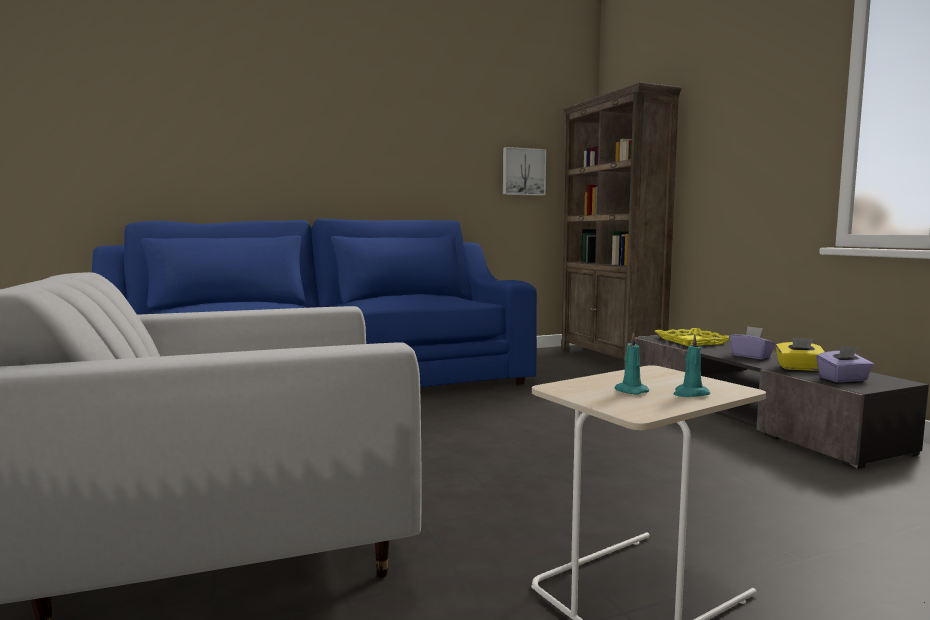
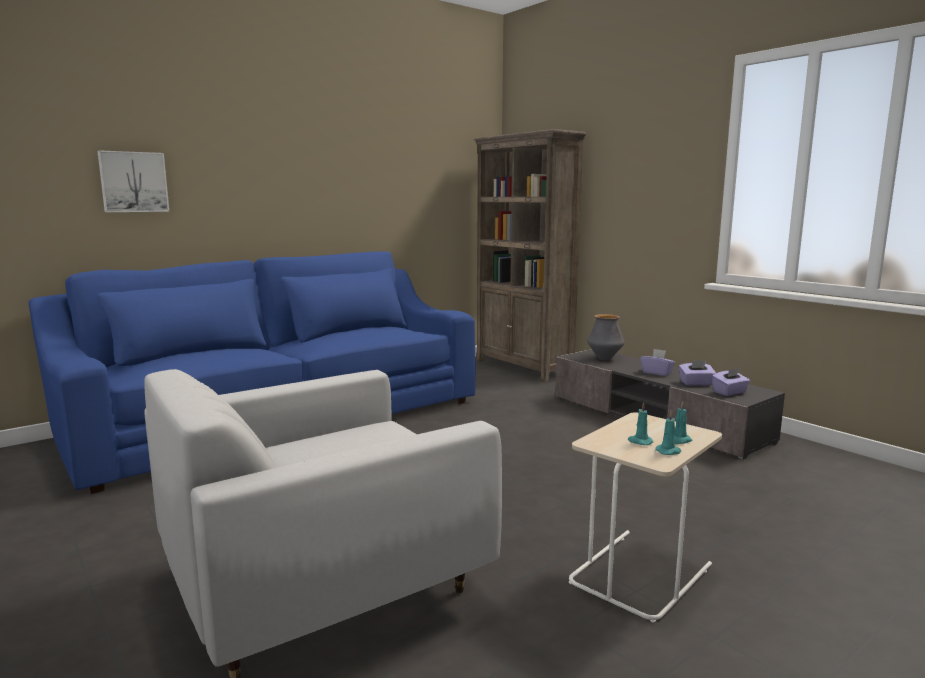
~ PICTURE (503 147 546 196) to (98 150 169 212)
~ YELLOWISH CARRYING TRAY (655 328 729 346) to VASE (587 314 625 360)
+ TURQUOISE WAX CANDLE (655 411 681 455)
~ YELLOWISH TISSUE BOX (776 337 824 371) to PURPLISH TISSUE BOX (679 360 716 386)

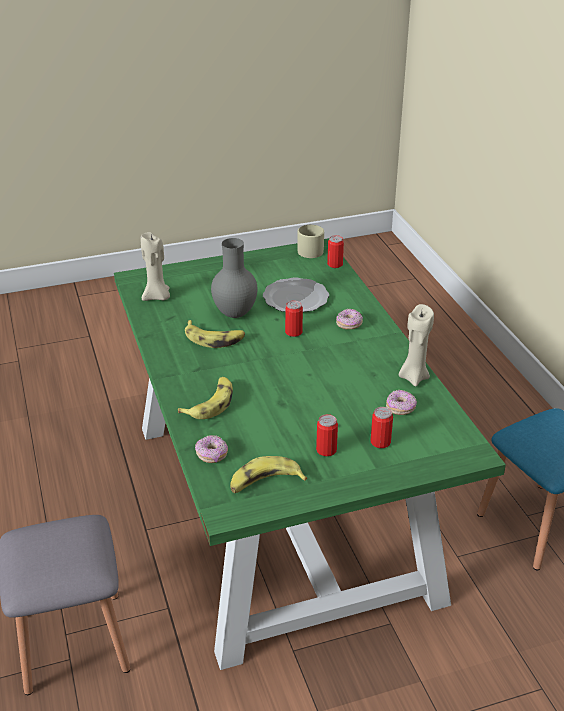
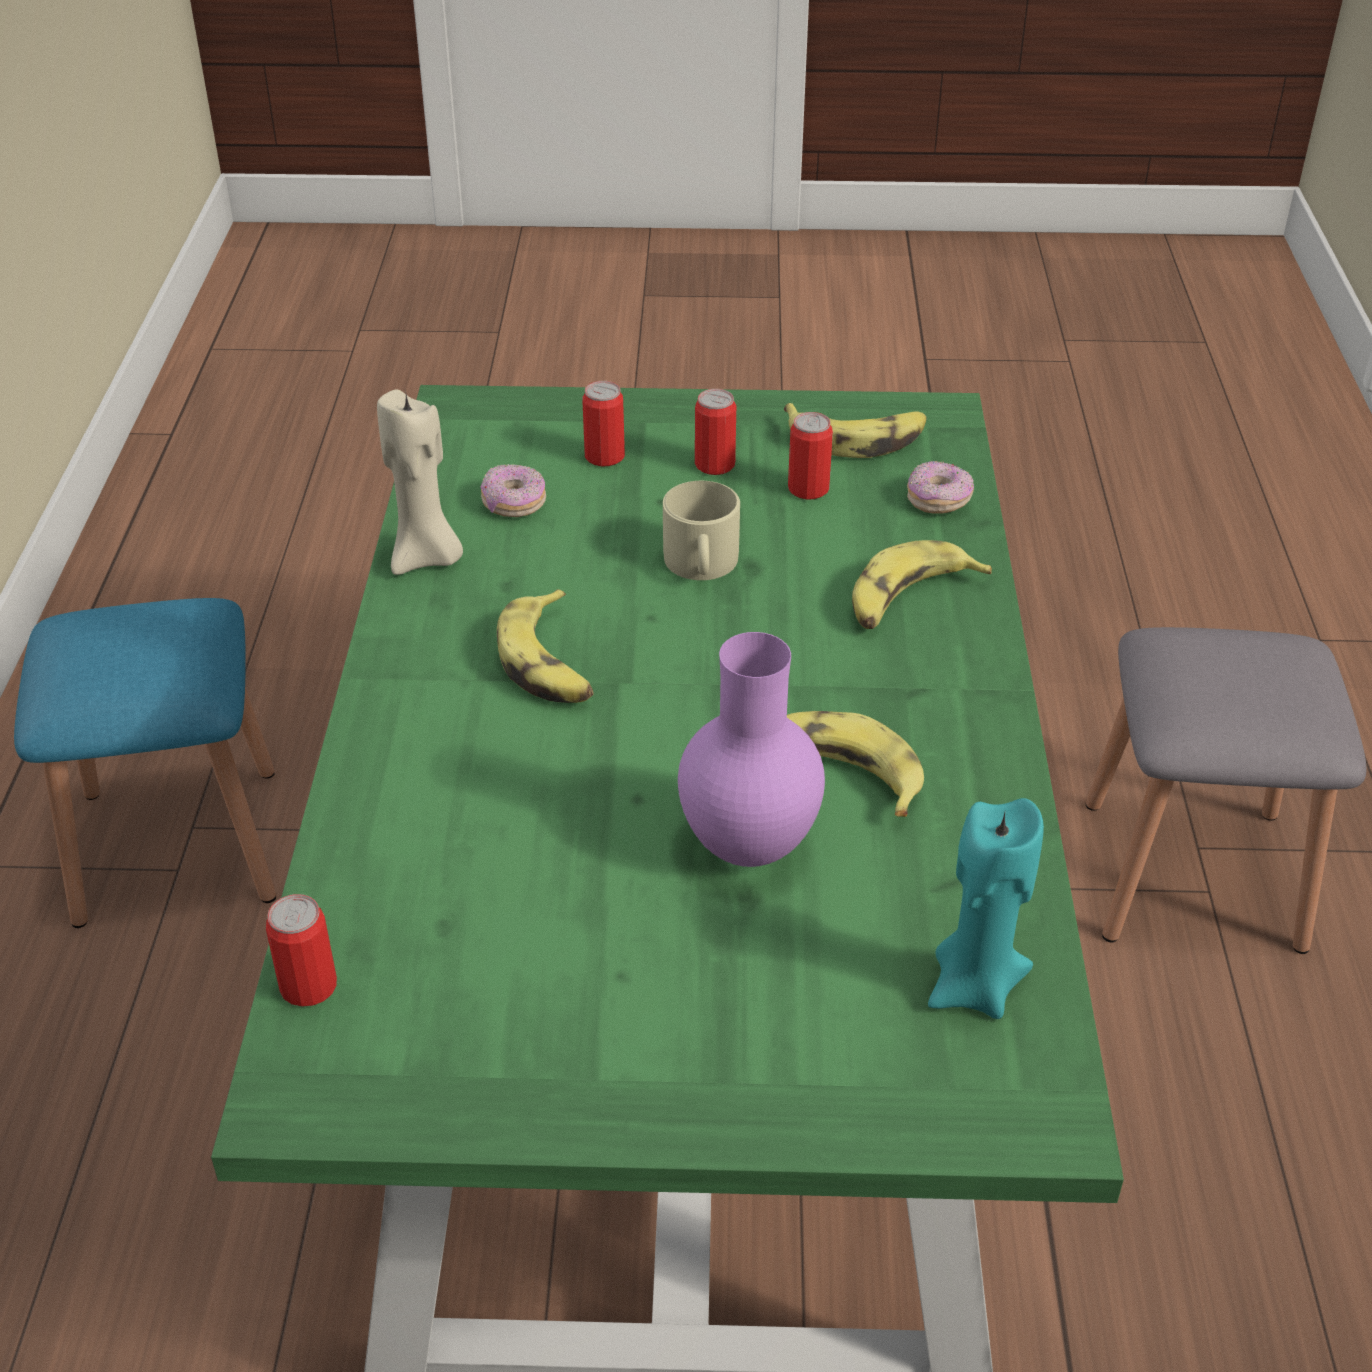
+ BANANA FRUIT (497 589 594 703)
~ SAND-COLOURED MUG (297 225 324 258) to (663 481 740 580)
~ GREYISH VASE (211 238 258 318) to PURPLISH VASE (678 632 825 867)
~ CAN (285 300 303 337) to (788 412 833 500)
~ SAND-COLOURED WAX CANDLE (141 232 170 301) to TURQUOISE WAX CANDLE (928 798 1044 1019)
- DINNER PLATE (263 278 329 312)
- DOUGHNUT (336 309 363 329)

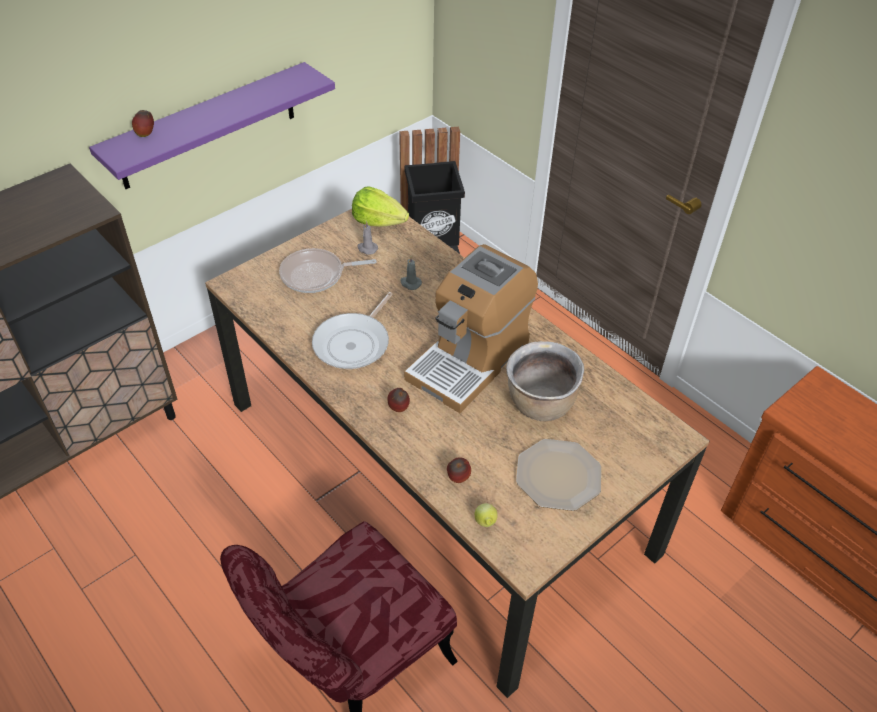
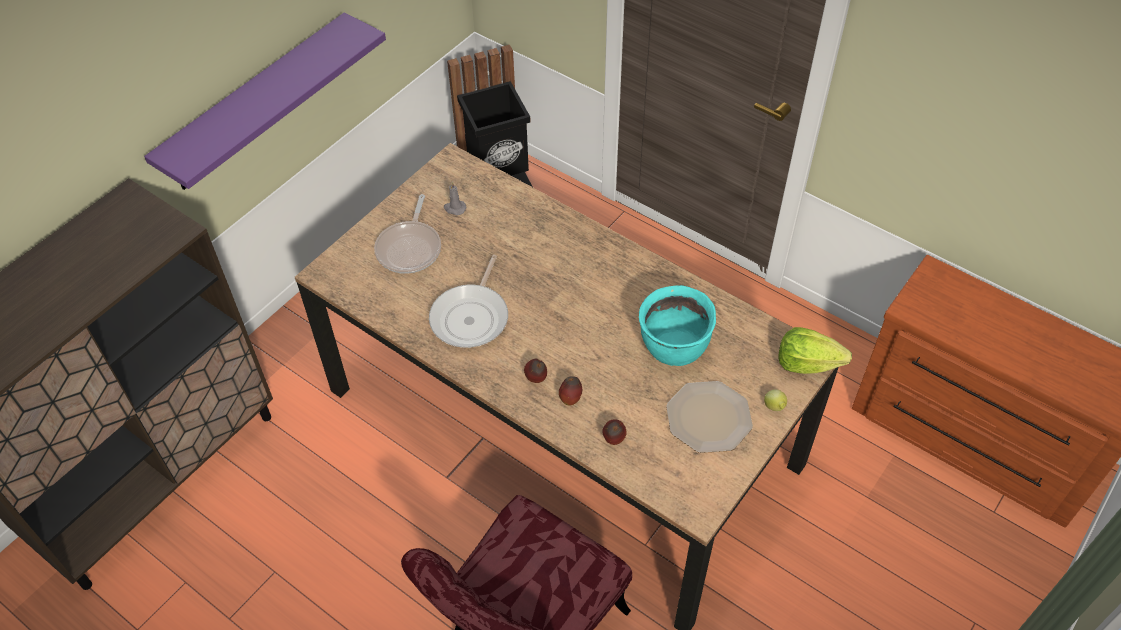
~ PAN (279 248 376 293) = (374 194 441 274) 60 degrees counterclockwise
~ APPLE FRUIT (132 110 154 137) to (559 376 582 405)
~ BROWNISH STOCKPOT (506 341 584 421) to TURQUOISE STOCKPOT (639 285 716 366)
~ WHOLE LEMON (475 503 498 527) to (764 389 787 411)
~ HEAD OF LETTUCE (352 187 409 227) to (778 327 852 374)
- GREYISH WAX CANDLE (400 256 422 290)
- COFFEE BREWER (404 244 538 413)

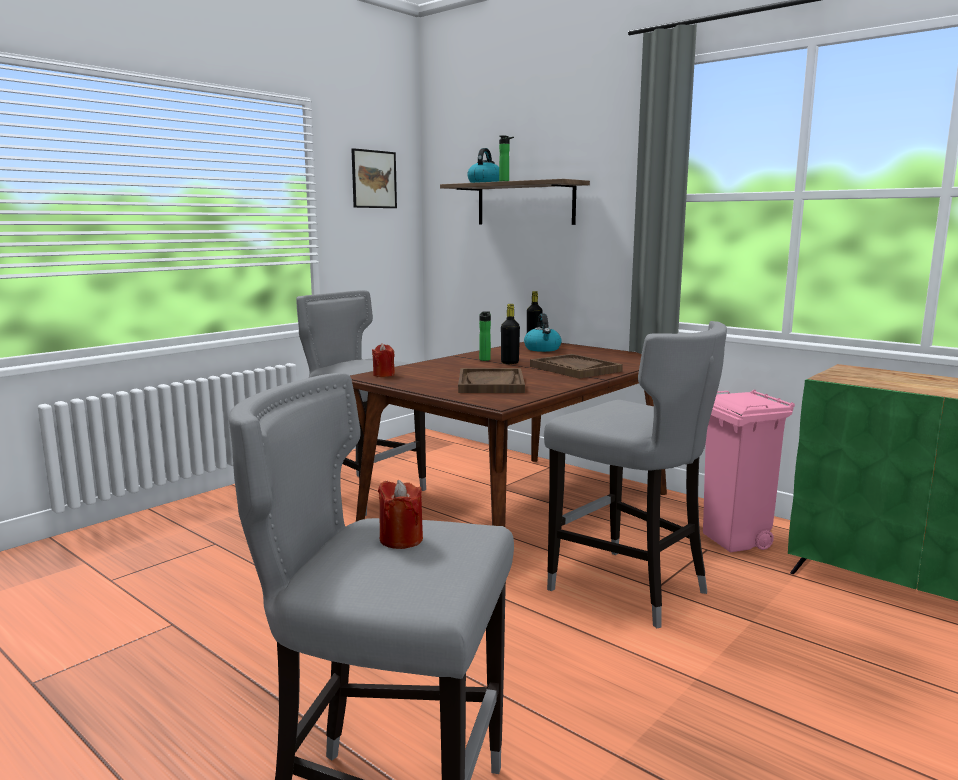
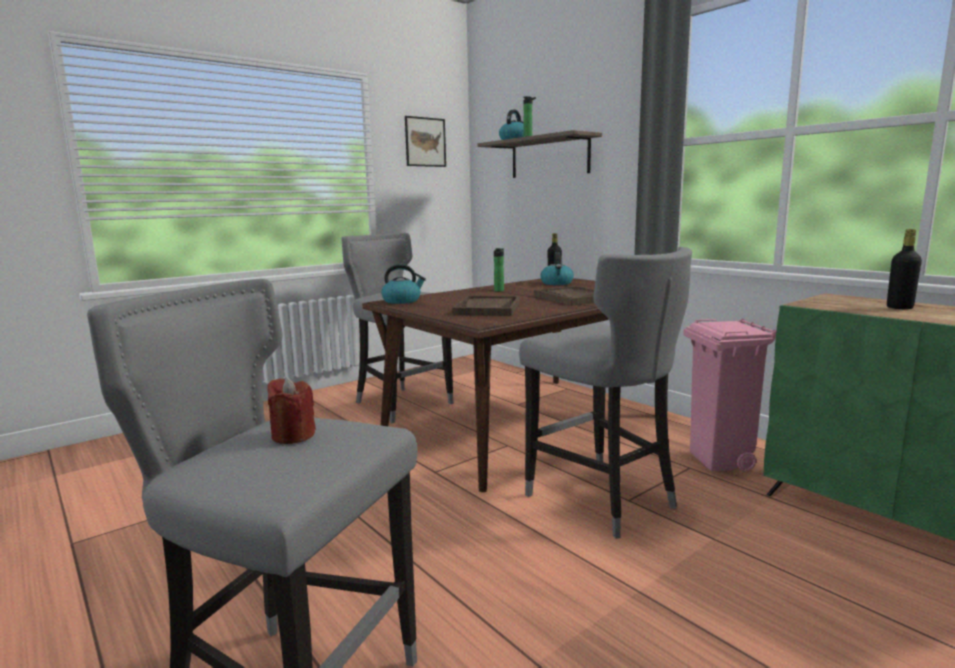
~ RED WAX CANDLE (372 344 395 377) to WATER KETTLE (381 264 426 304)
~ BLACK-COLOURED BOTTLE (501 304 520 364) to (887 229 922 309)

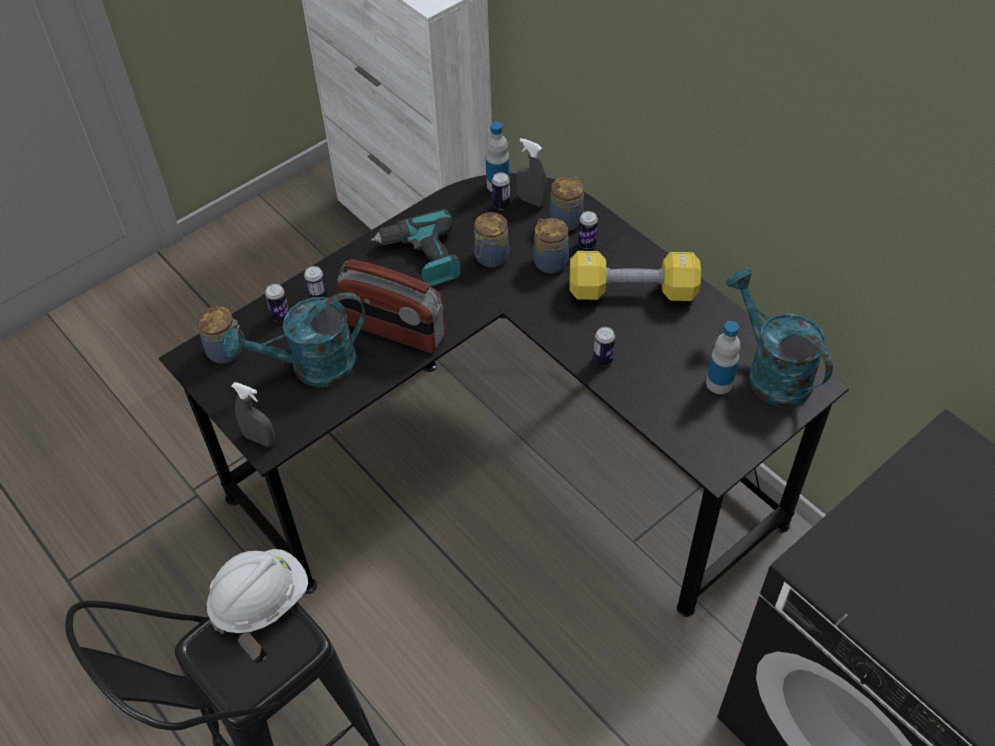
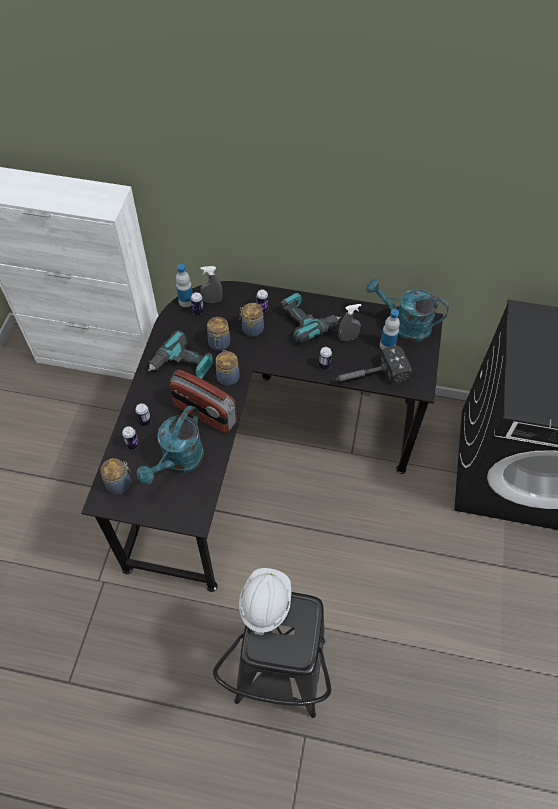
~ RADIO SET (338 259 445 353) = (170 370 237 434) 45 degrees clockwise
~ PRESERVE JAR (549 177 584 231) to (216 350 239 386)
~ YELLOWISH FREE WEIGHT (570 251 701 301) to ELECTRIC DRILL (280 293 341 344)
+ HAND HAMMER (333 346 412 384)
~ GREYISH HAND SPRAYER (232 382 275 447) to (338 304 361 341)

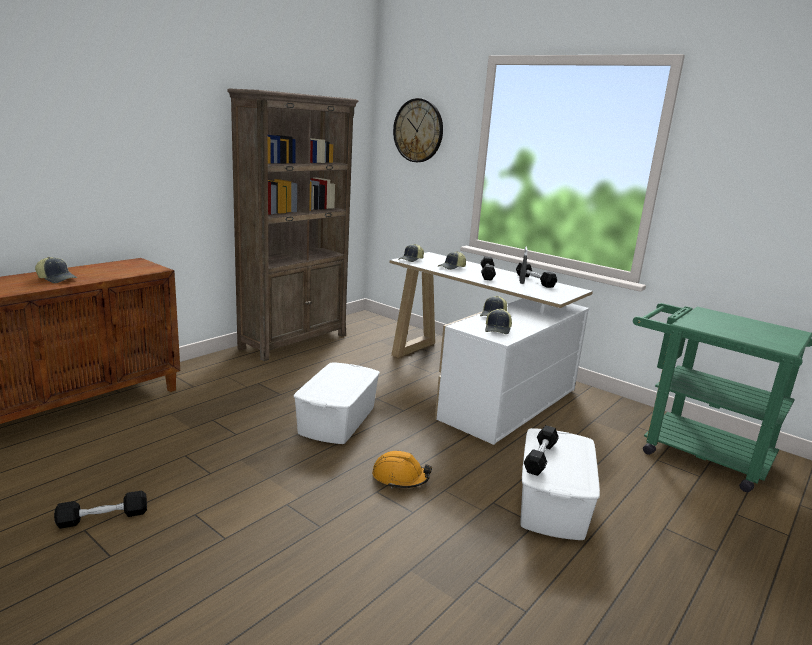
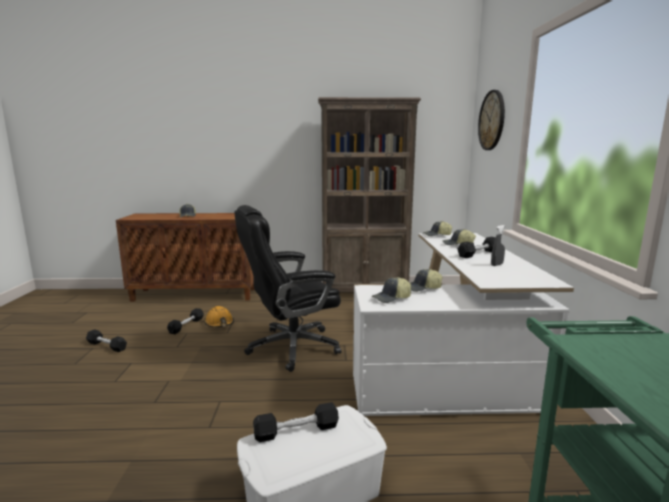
~ BLACK-COLOURED FREE WEIGHT (516 262 557 288) to (167 308 204 334)
~ ORANGEY HARD HAT (372 451 432 489) to (205 306 234 328)
~ WHITE STORAGE BIN (293 362 380 444) to BLACK-COLOURED OFFICE CHAIR (234 205 341 372)

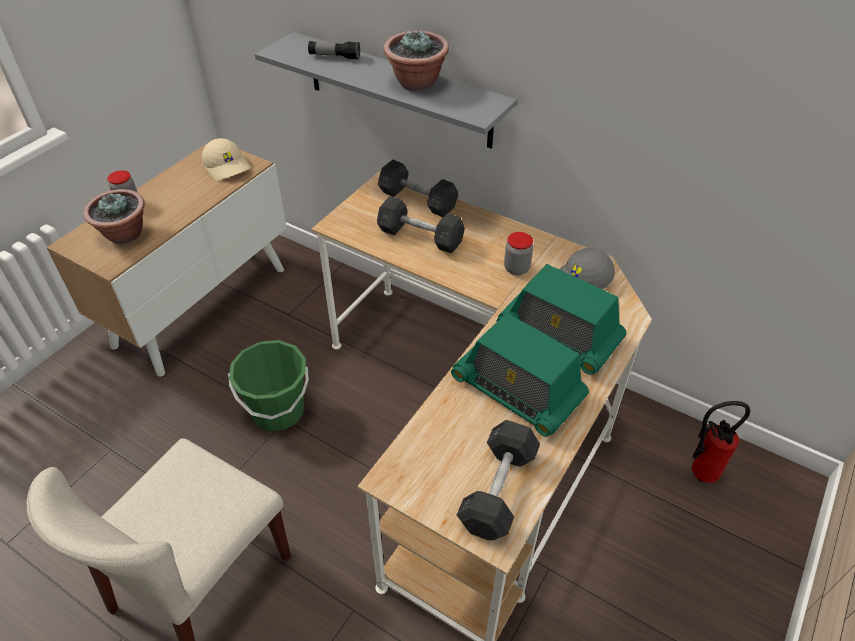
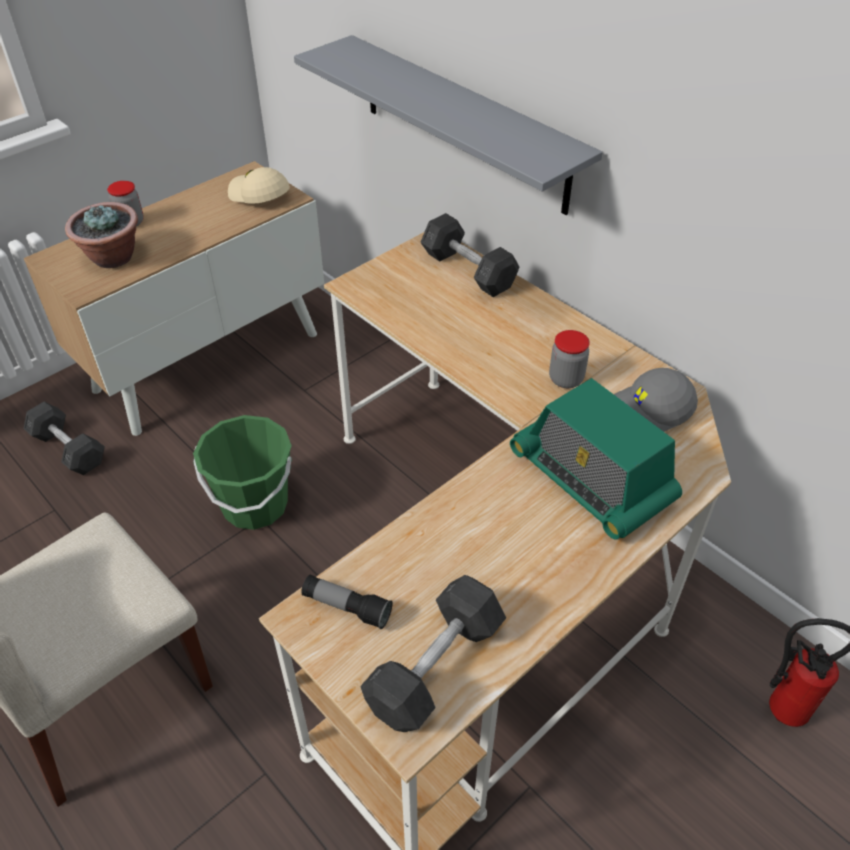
~ GREYISH FREE WEIGHT (377 196 465 253) to (24 401 105 475)
~ SAND-COLOURED PEAKED CAP (202 138 251 181) = (228 167 290 204) 150 degrees clockwise
~ TORCH (308 41 360 60) to (301 575 393 629)
- POTTED PLANT (384 30 449 91)
- RADIO SET (451 313 589 437)

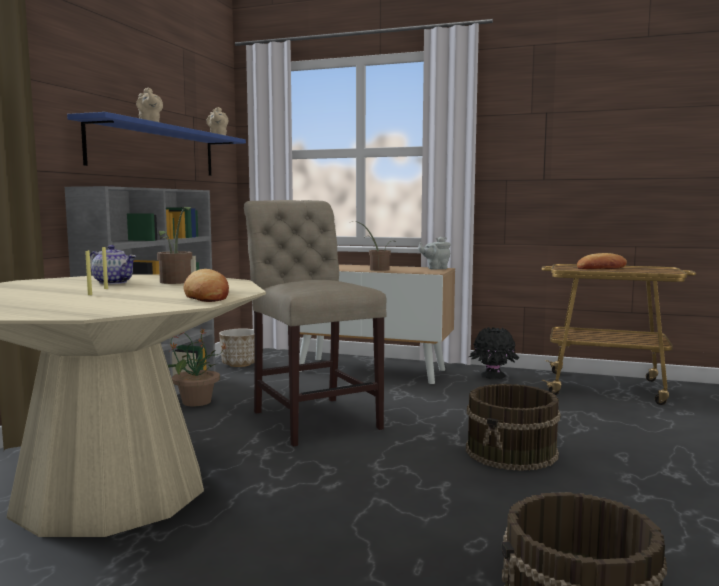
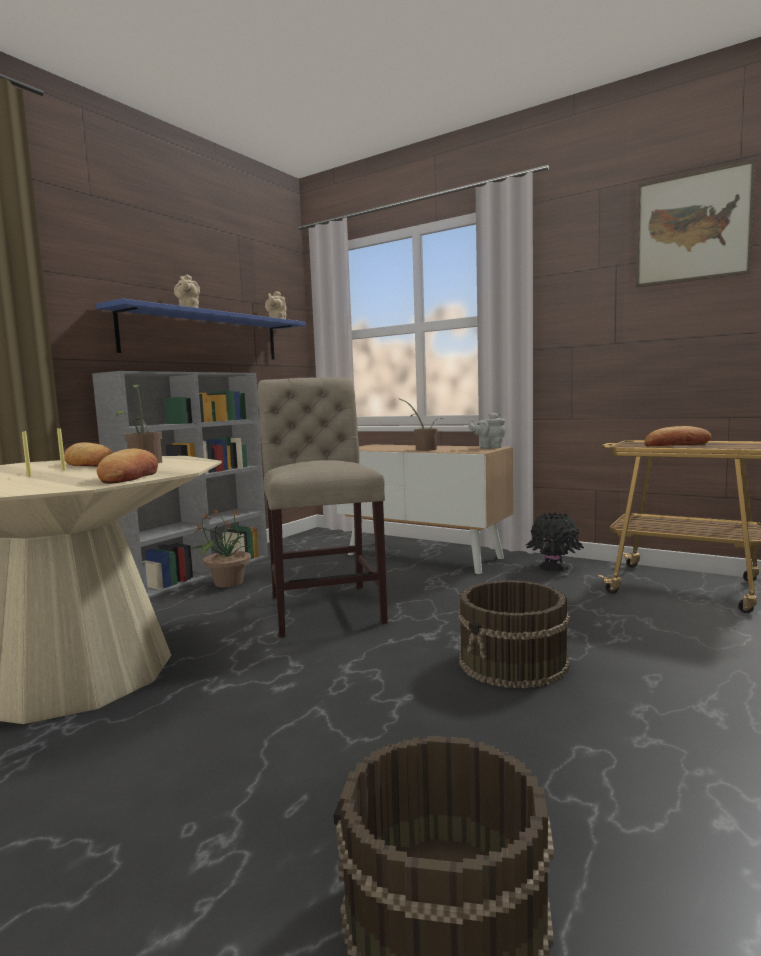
~ POT FOR TEA (90 245 136 284) to BAKERY BREAD (64 442 114 467)
+ PICTURE (636 160 755 287)
- PLANT POT (219 329 255 367)

